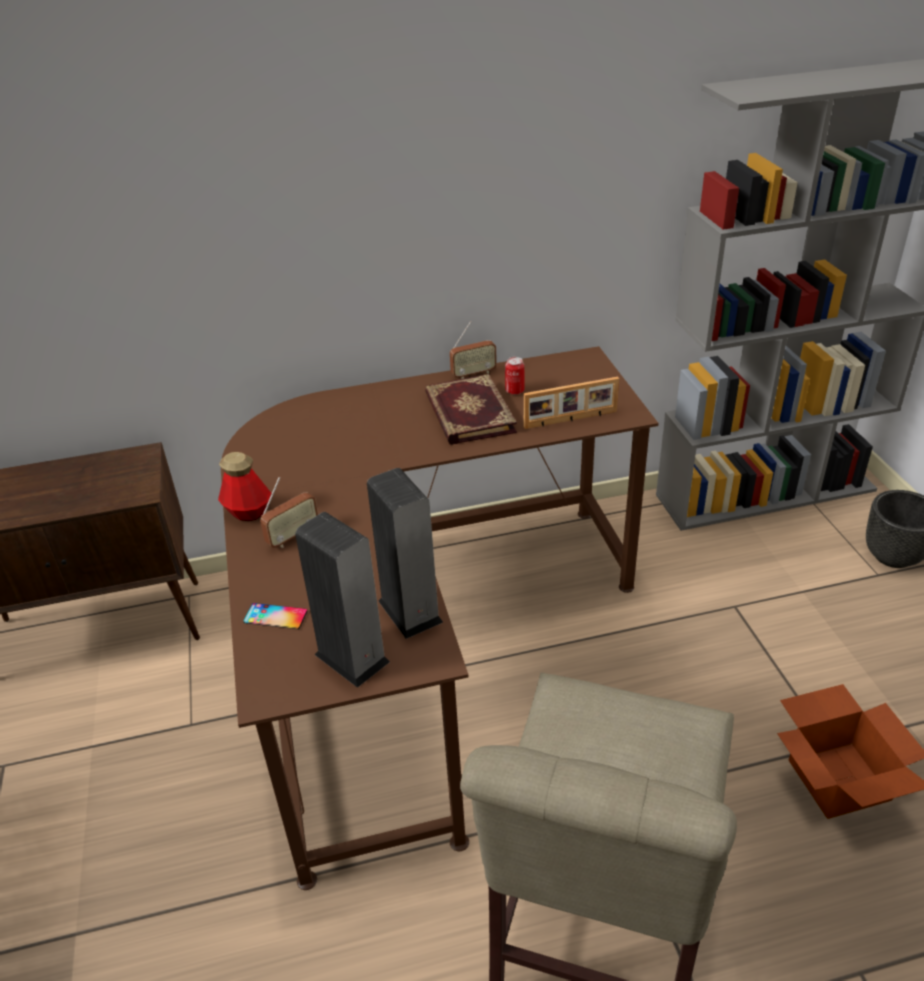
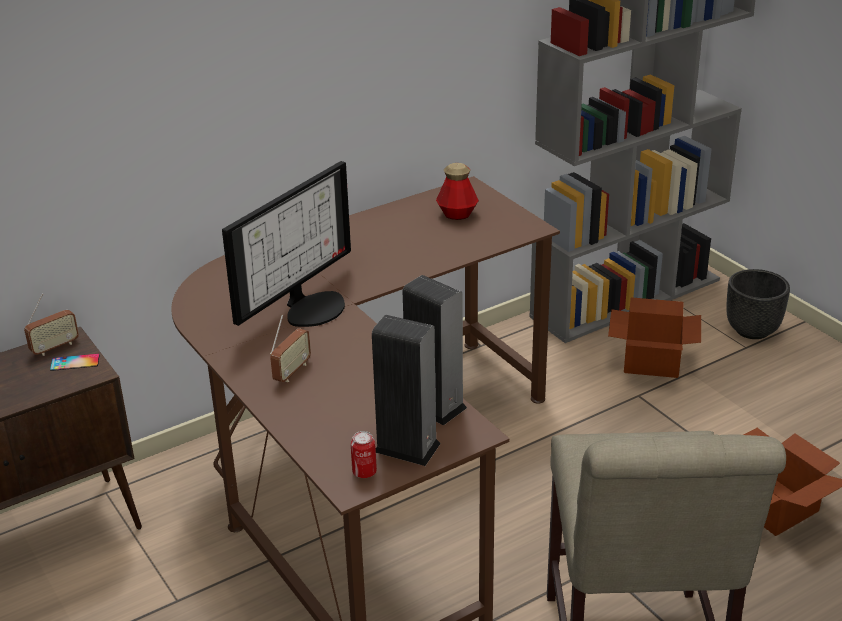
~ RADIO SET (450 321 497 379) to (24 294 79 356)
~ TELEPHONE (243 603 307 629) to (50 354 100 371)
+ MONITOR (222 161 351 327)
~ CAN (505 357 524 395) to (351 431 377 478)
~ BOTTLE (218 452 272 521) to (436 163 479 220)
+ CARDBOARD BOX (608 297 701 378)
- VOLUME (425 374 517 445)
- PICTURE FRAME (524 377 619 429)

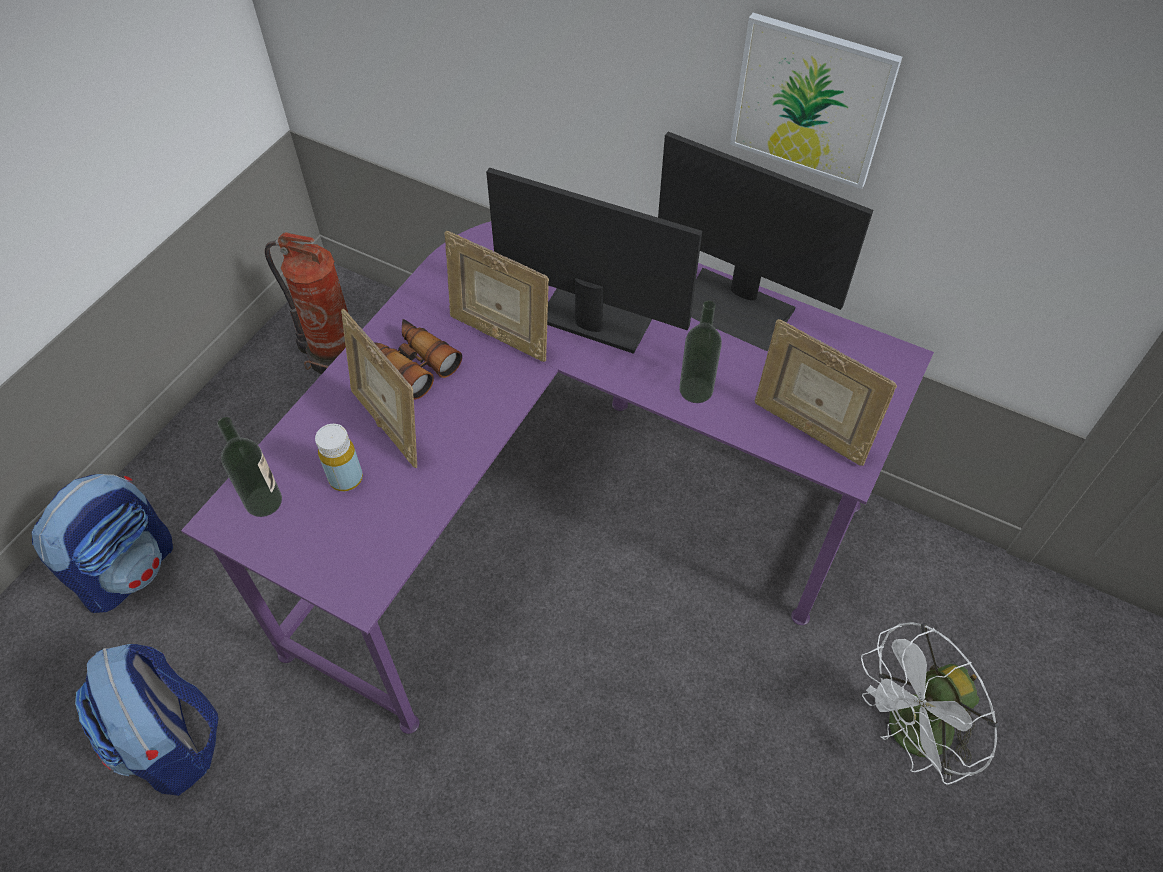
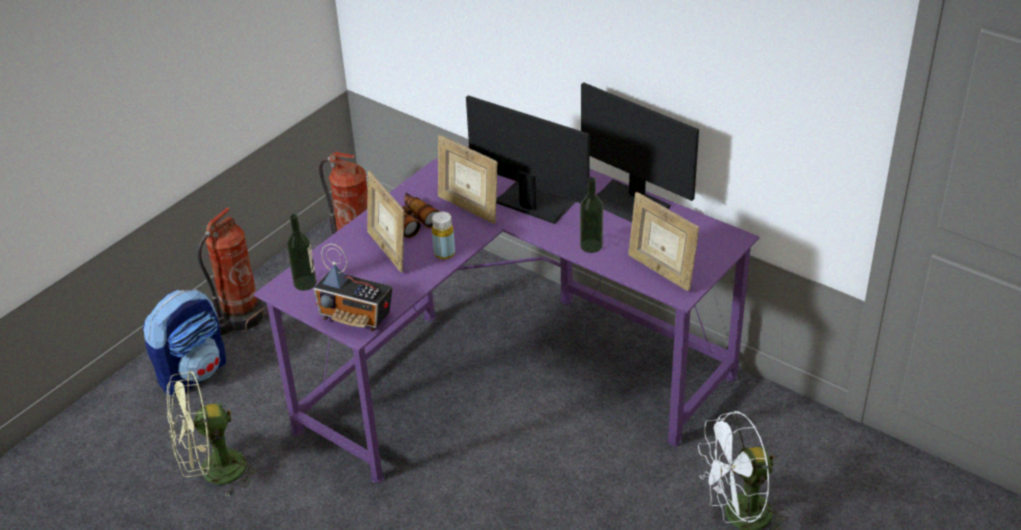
~ BACKPACK (75 644 218 796) to GREEN-COLOURED FAN (167 370 263 497)
+ FIRE EXTINGUISHER (197 208 269 335)
+ RADIO SET (313 244 393 332)
~ YELLOWISH BOTTLE (315 424 363 491) to (432 212 455 260)
- PICTURE (730 13 902 189)

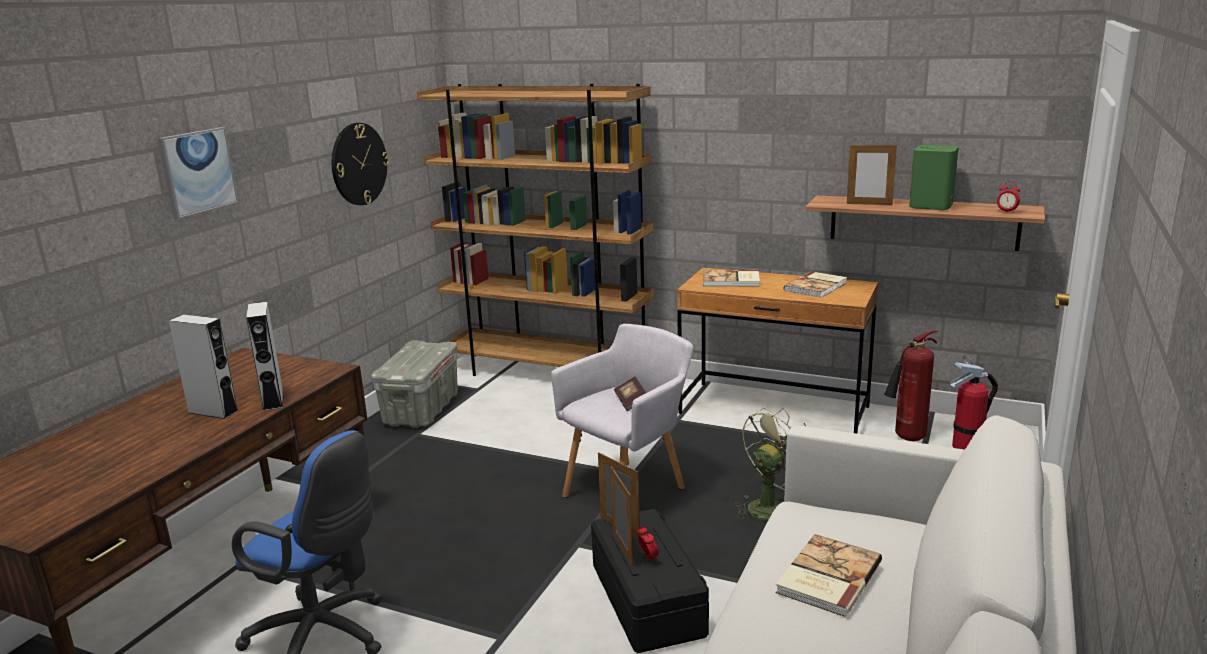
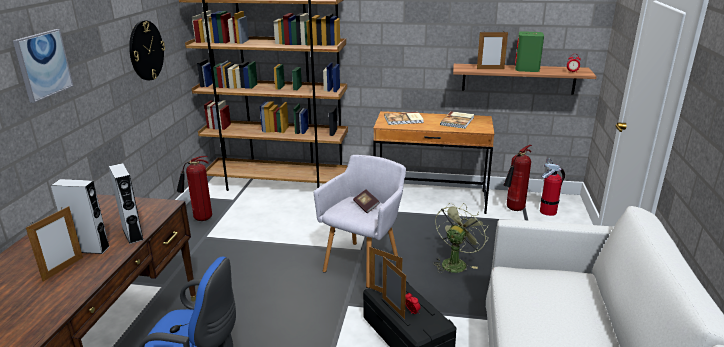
+ PICTURE FRAME (26 206 83 282)
~ GREYISH STORAGE BIN (371 340 458 428) to FIRE EXTINGUISHER (177 156 212 221)
- VOLUME (776 534 882 617)

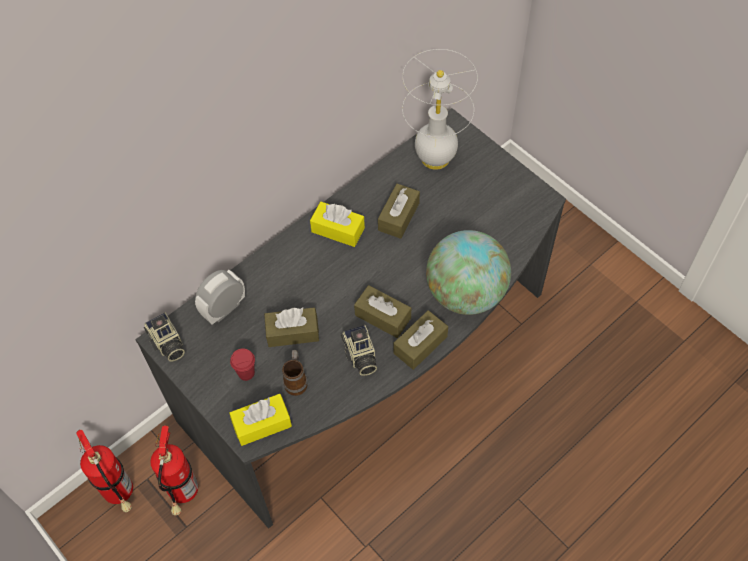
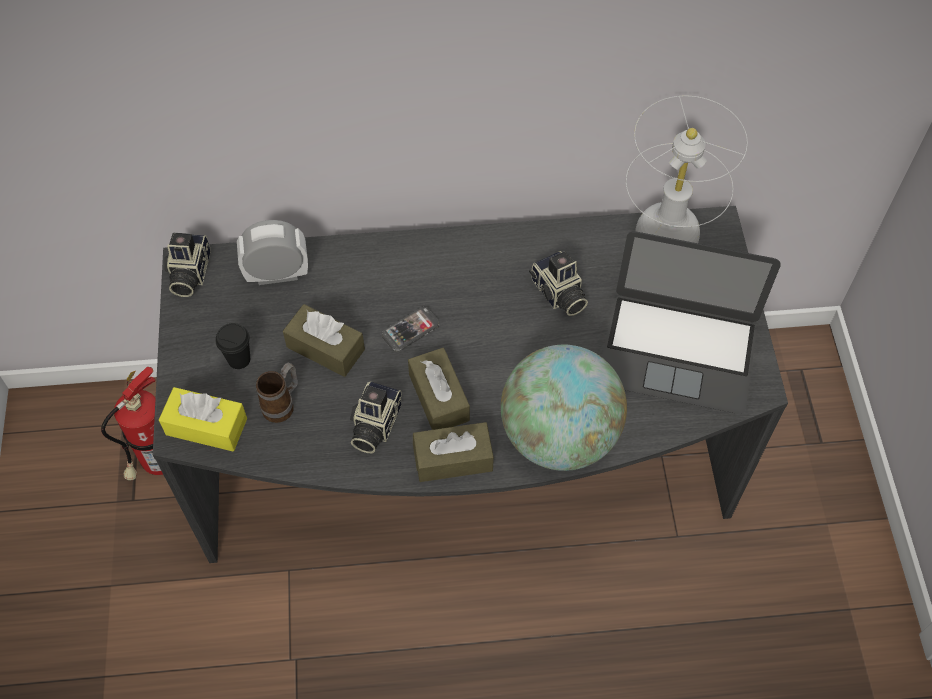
~ RED CUP (230 349 255 381) to BLACK-COLOURED CUP (216 323 250 369)
+ TELEPHONE (382 307 440 352)
~ BROWNISH TISSUE BOX (378 184 420 239) to PHOTO CAMERA (529 251 588 316)
+ NOTEBOOK COMPUTER (602 231 781 414)
- FIRE EXTINGUISHER (76 430 133 512)
- YELLOWISH TISSUE BOX (310 202 365 247)

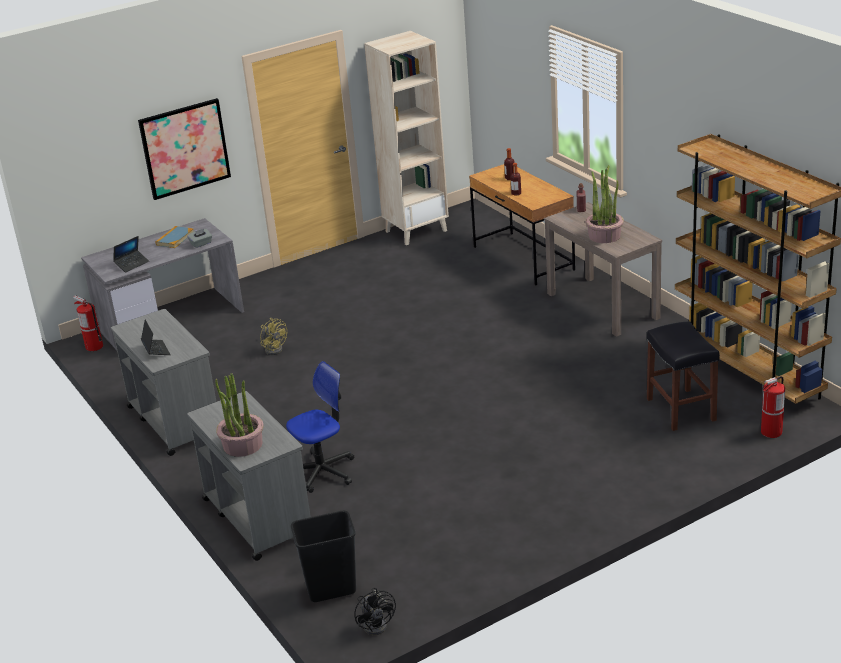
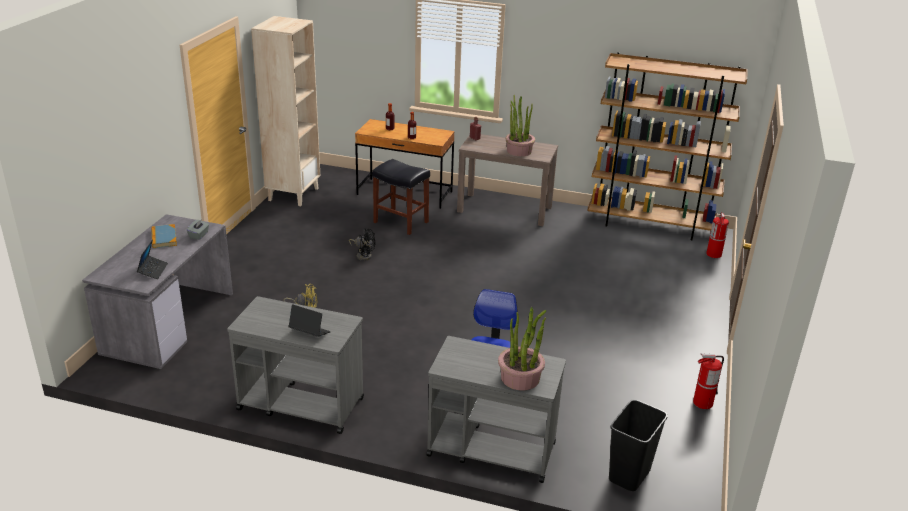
~ BLACK-COLOURED FAN (354 588 396 635) to (349 228 375 261)
~ BLACK-COLOURED STOOL (647 321 720 431) to (372 159 430 235)
~ FIRE EXTINGUISHER (73 295 103 351) to (693 353 724 409)
- PICTURE (138 98 231 200)

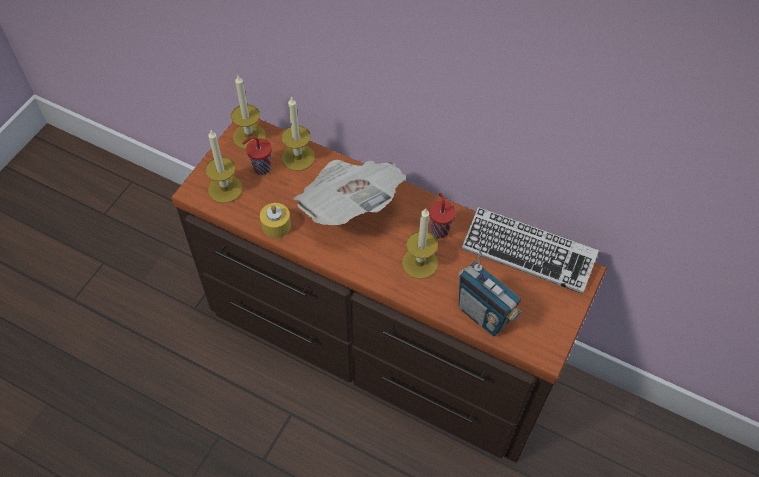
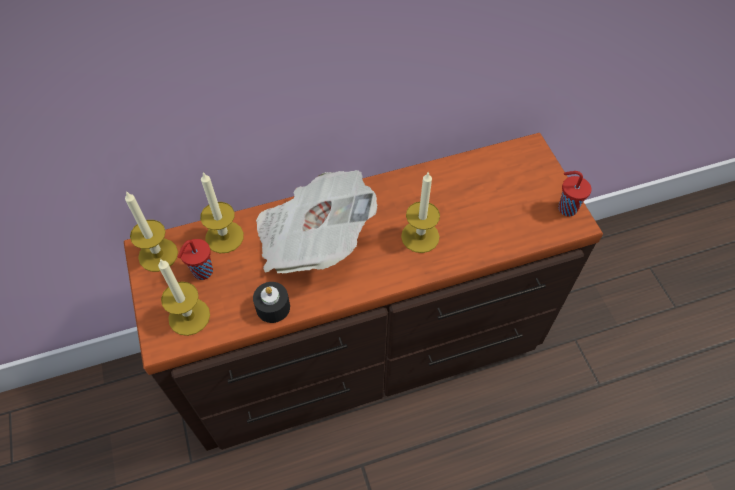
~ YELLOWISH WAX CANDLE (260 203 291 238) to BLACK-COLOURED WAX CANDLE (253 282 290 323)
~ RED CUP (429 193 456 238) to (558 171 591 216)
- RADIO SET (458 247 522 336)
- KEYBOARD (462 207 599 294)

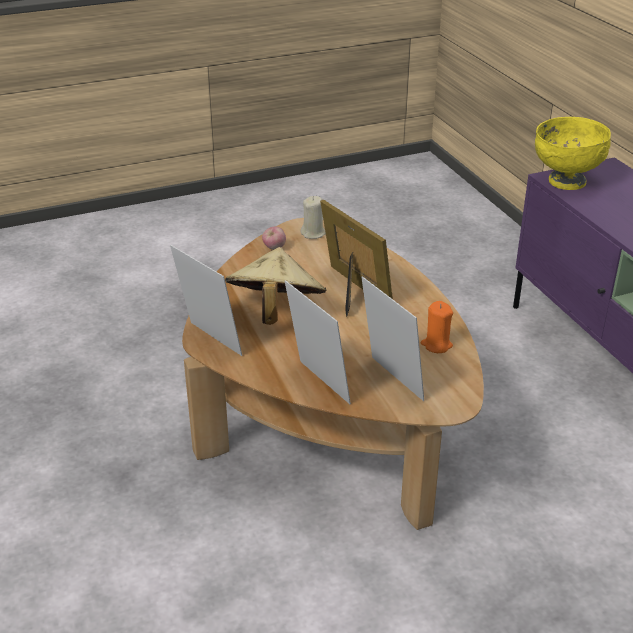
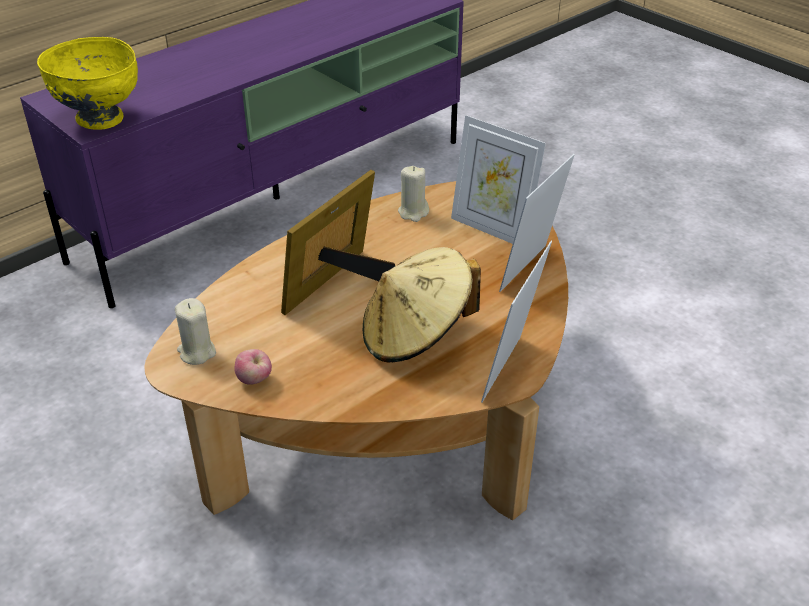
~ ORANGEY WAX CANDLE (421 301 453 353) to SAND-COLOURED WAX CANDLE (398 166 429 222)
~ PICTURE FRAME (361 276 424 401) = (451 115 546 244) 90 degrees counterclockwise

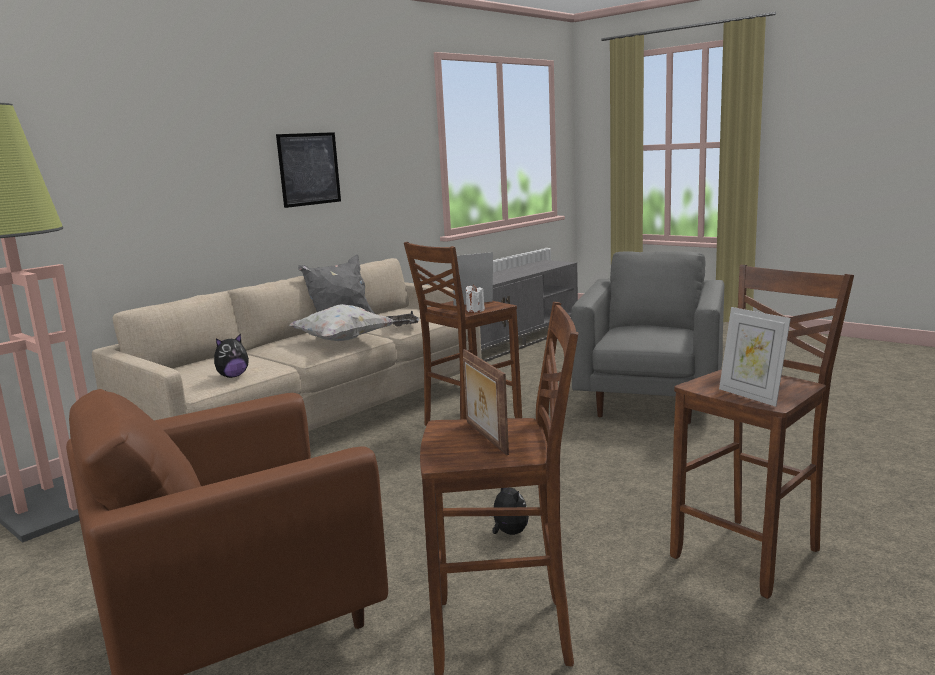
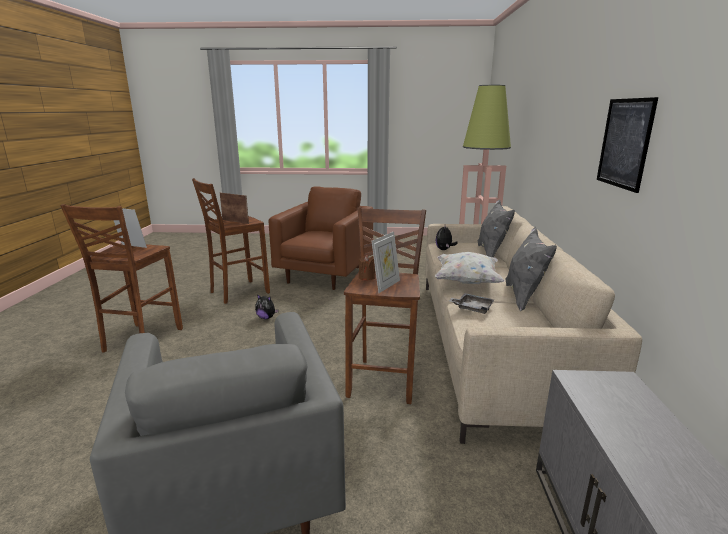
~ WHITE WAX CANDLE (466 285 485 313) to BROWNISH WAX CANDLE (359 255 375 280)
+ GREYISH THROW PILLOW (477 199 515 257)

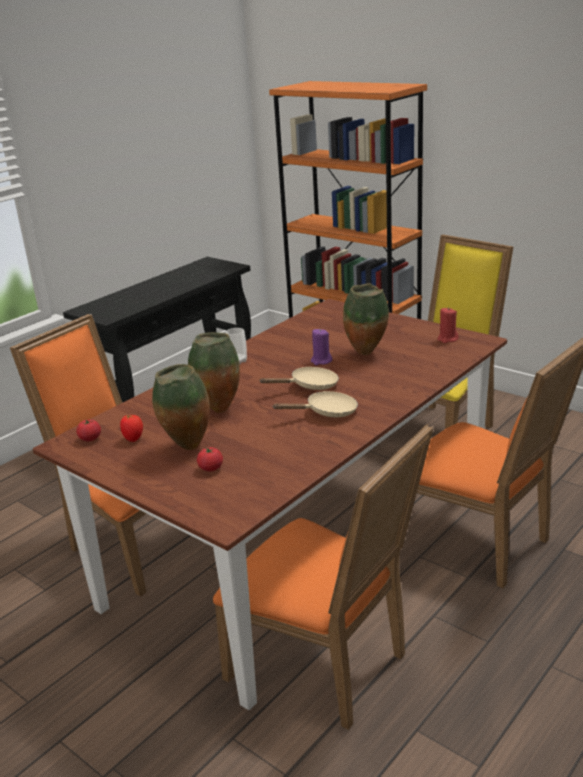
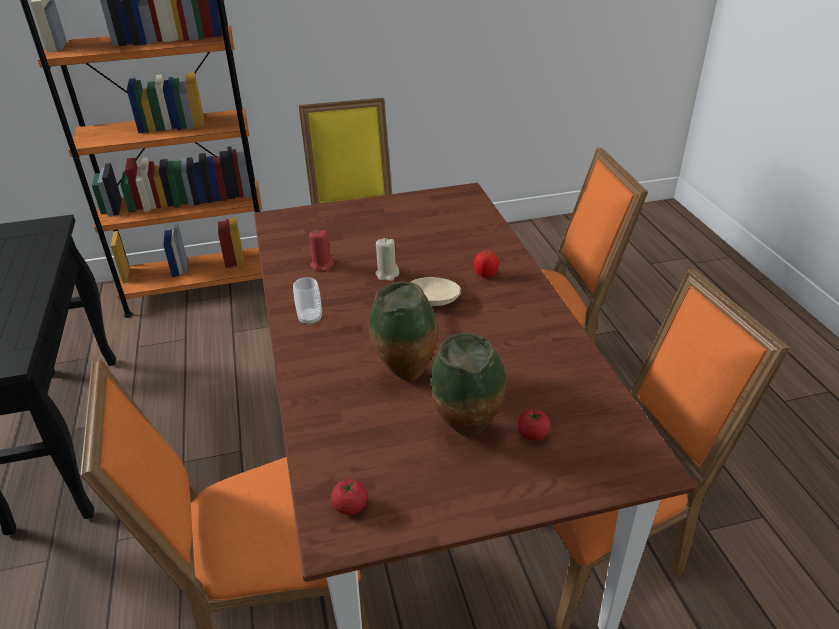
~ RED WAX CANDLE (438 307 459 343) to (309 230 334 271)
~ PURPLISH WAX CANDLE (311 329 332 365) to SAND-COLOURED WAX CANDLE (375 238 399 281)
~ WHOLE TOMATO (120 415 143 442) to (474 250 499 278)
- SAND-COLOURED PAN (273 391 358 417)
- VASE (343 283 389 355)

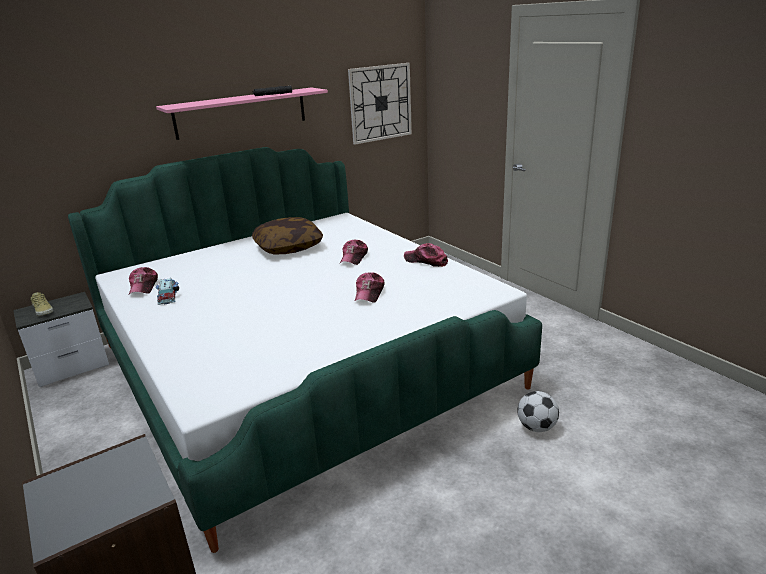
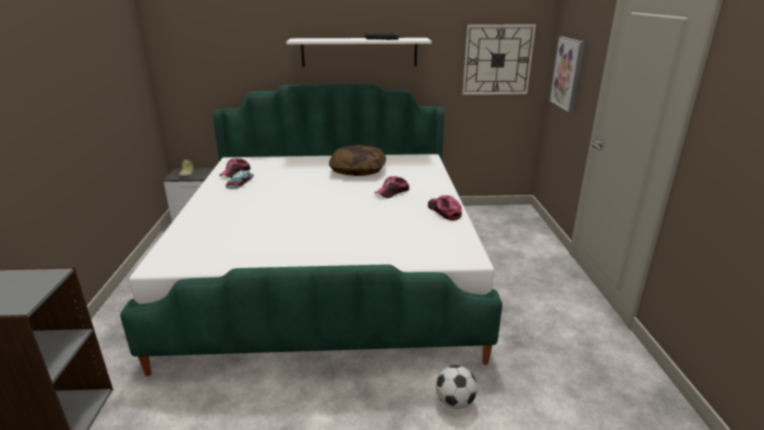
~ PINKISH BRACKET SHELF (156 87 328 140) to WHITE BRACKET SHELF (286 38 432 67)
+ PICTURE (549 36 585 113)
- PEAKED CAP (355 272 385 303)

